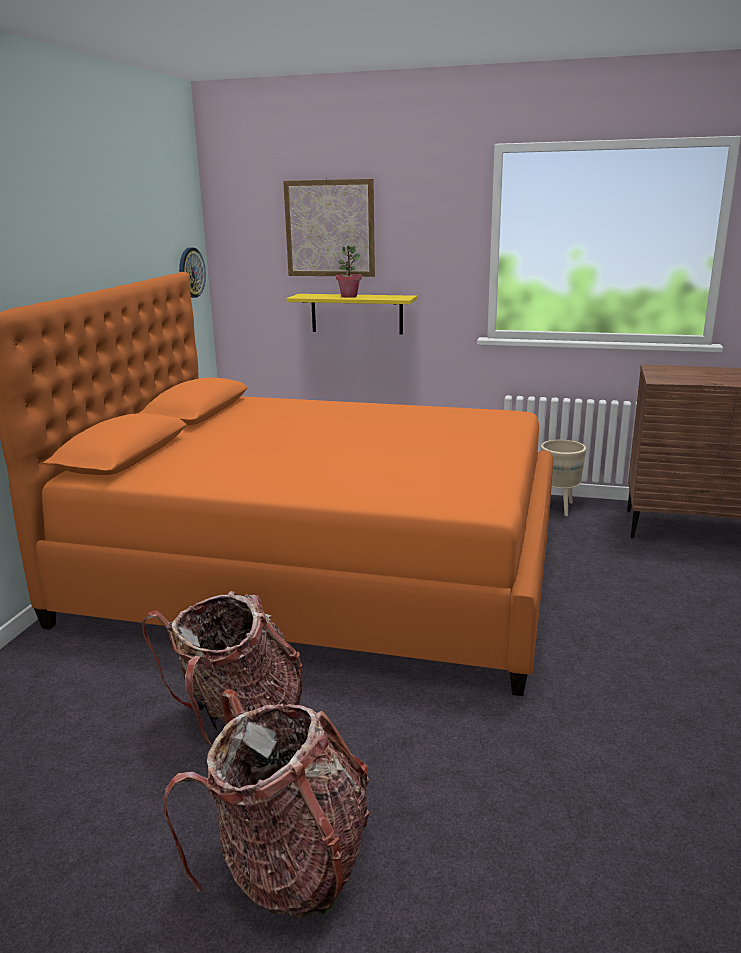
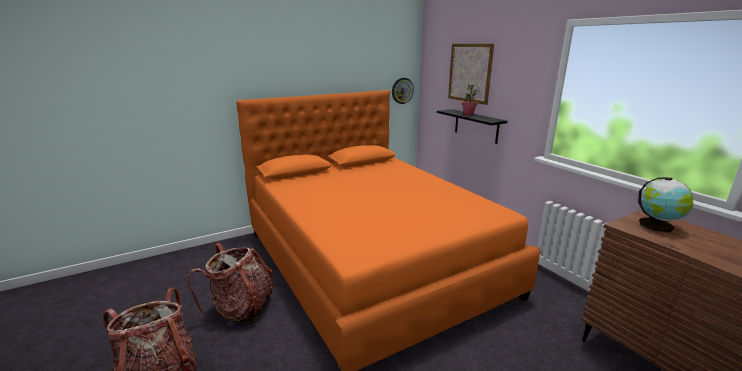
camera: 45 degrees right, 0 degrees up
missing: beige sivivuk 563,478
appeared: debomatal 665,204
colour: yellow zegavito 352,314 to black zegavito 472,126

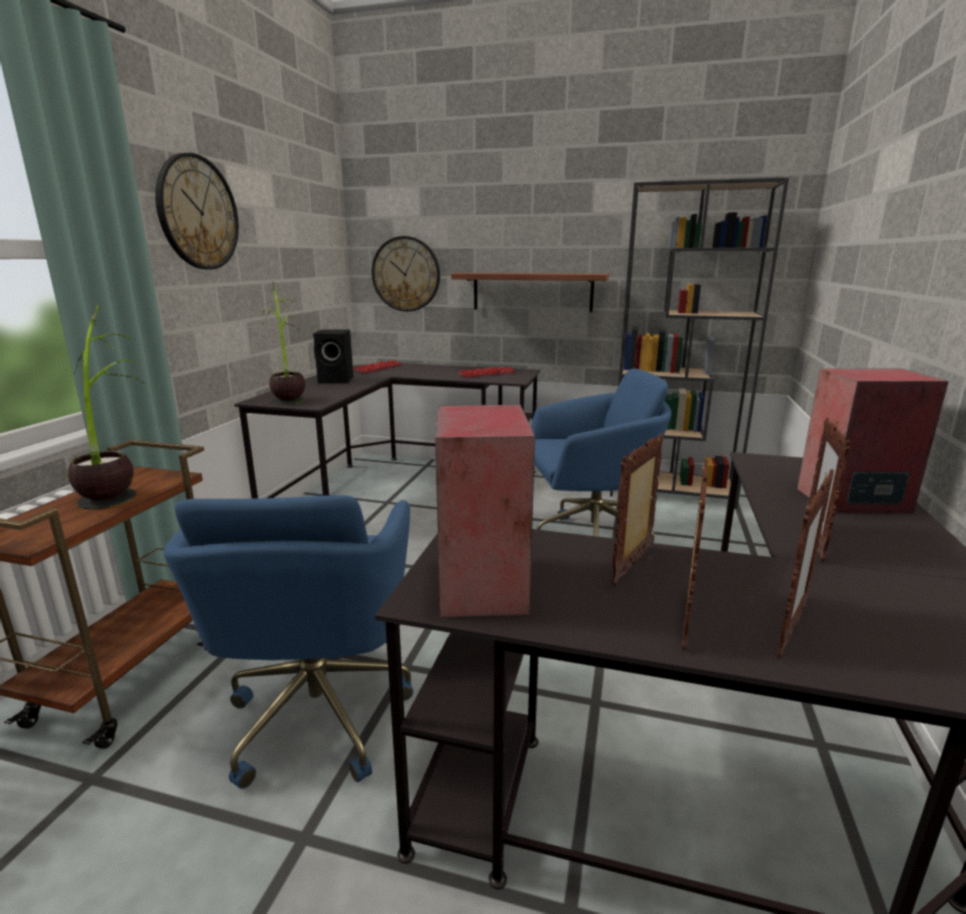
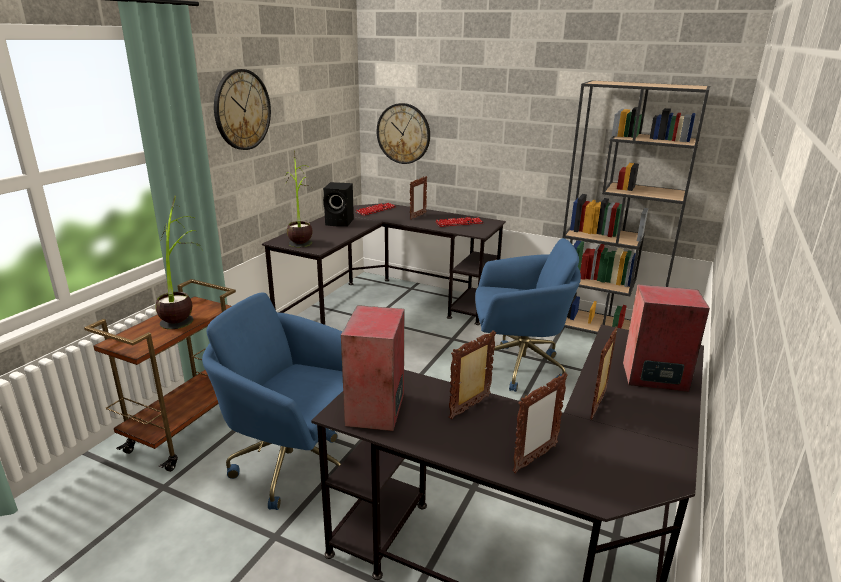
camera: 10 degrees right, 5 degrees up
missing: zegavito 530,292
relocated: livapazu 695,555 to 418,198
spun: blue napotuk 288,642 = 272,401 105 degrees clockwise

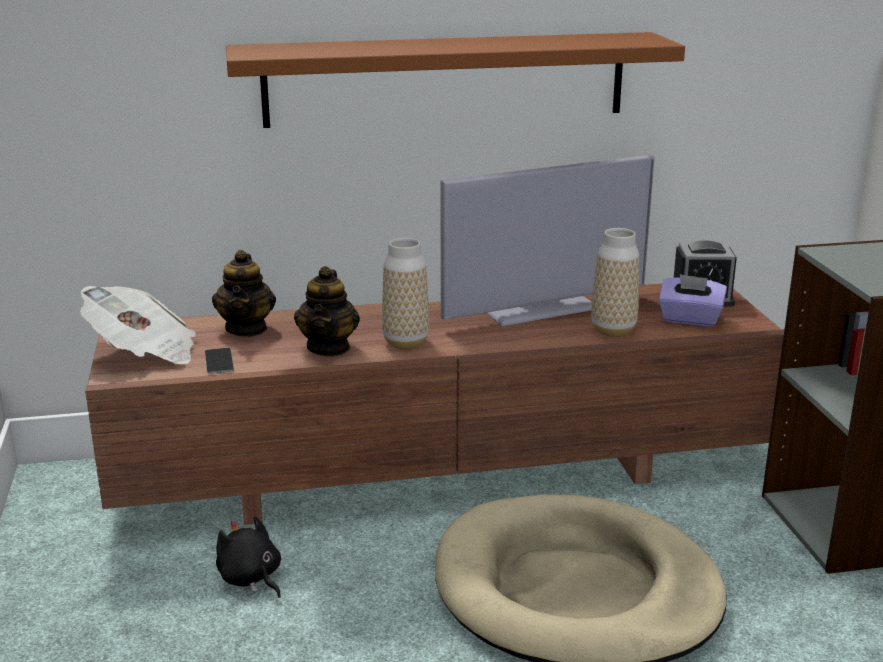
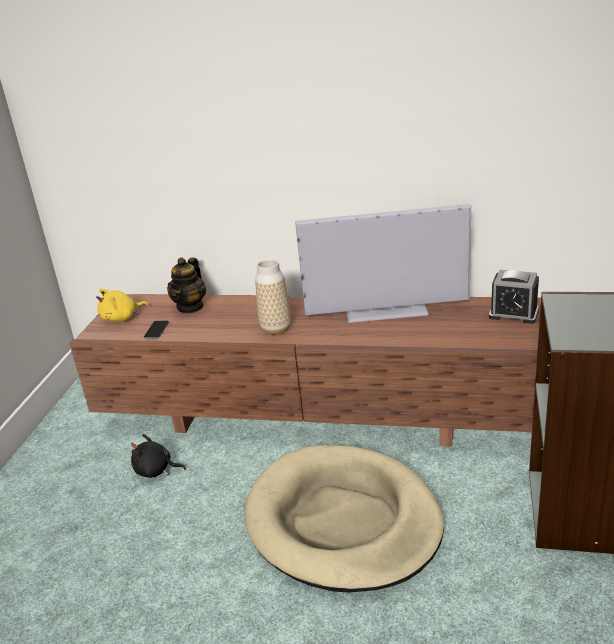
camera: 25 degrees right, 5 degrees up
missing: brown zegavito 455,80; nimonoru 327,311; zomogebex 615,282; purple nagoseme 693,300
exchanged: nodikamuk 138,325 to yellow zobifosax 122,305
spun: black zobifosax 248,557 = 158,456 60 degrees counterclockwise

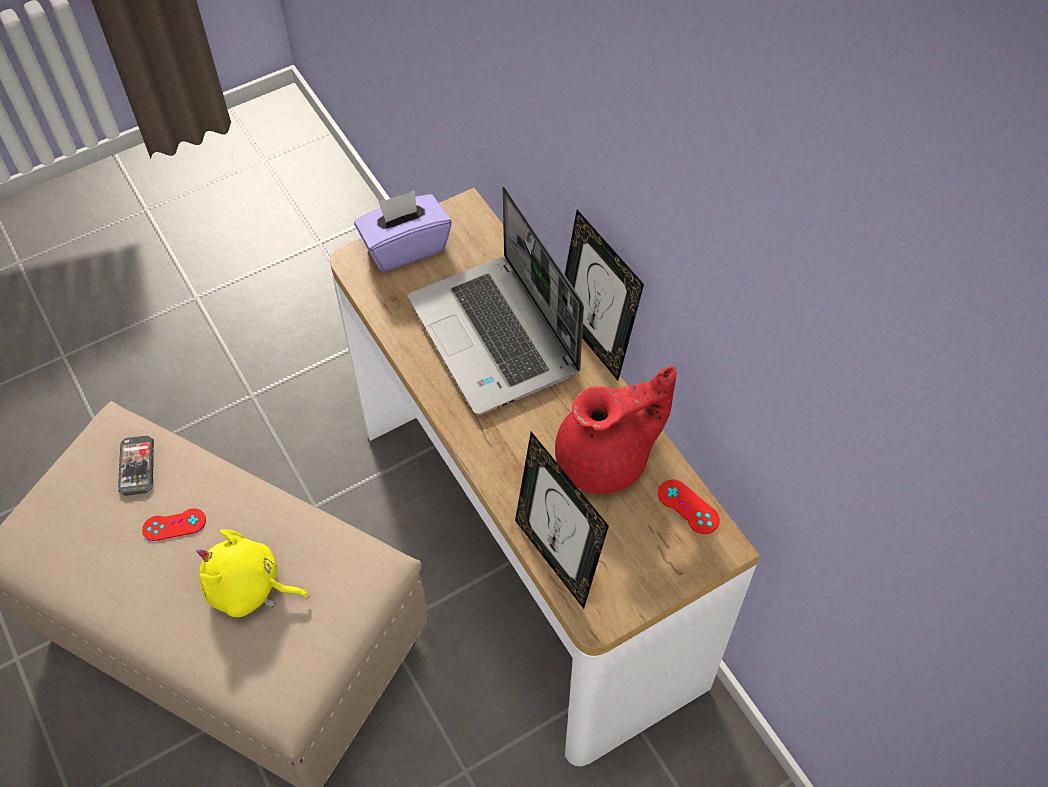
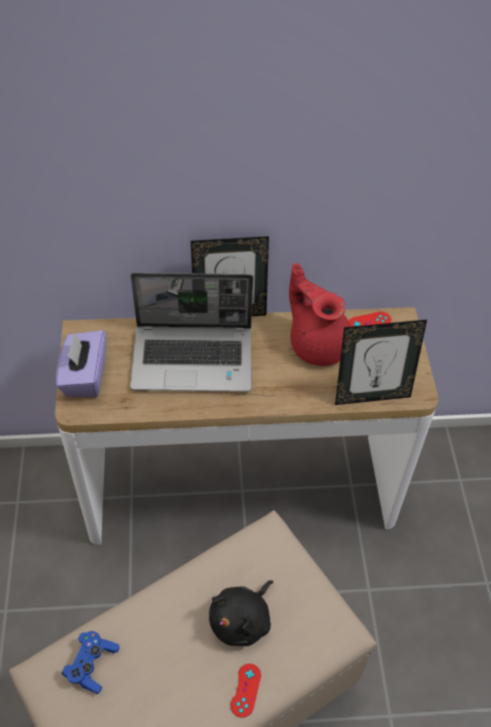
camera: 65 degrees left, 5 degrees down
relocated: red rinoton 174,524 to 246,691
exchanged: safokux 136,466 to blue rinoton 90,662
colour: yellow zobifosax 252,573 to black zobifosax 241,613
spun: red nimonoru 615,430 = 320,314 45 degrees counterclockwise

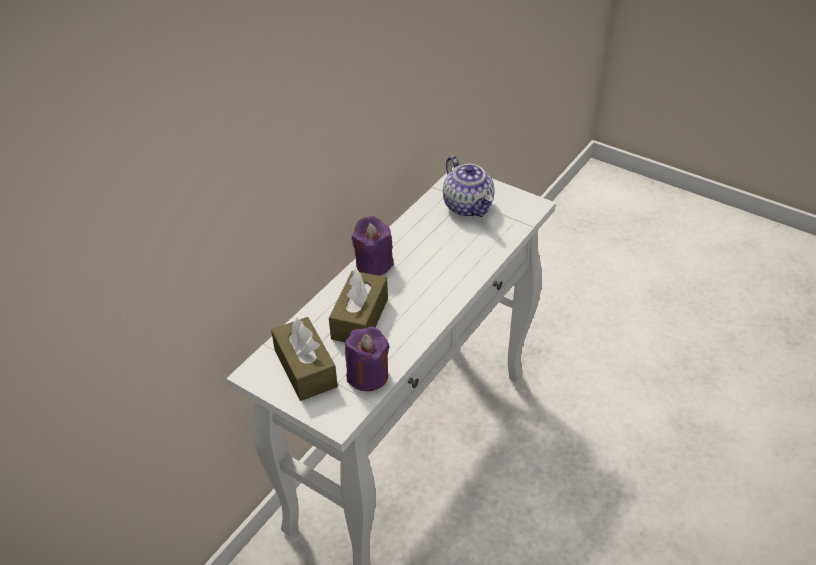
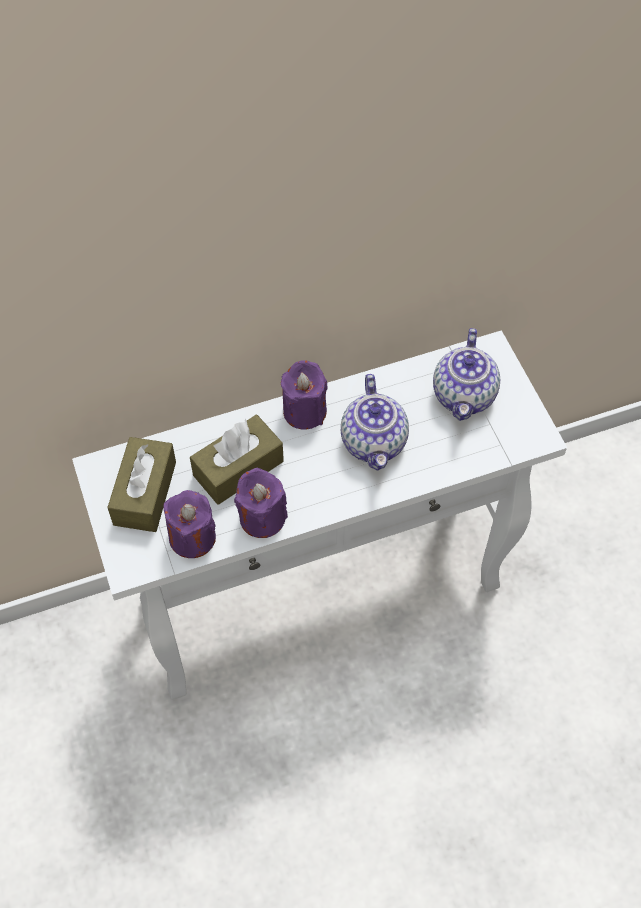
camera: 35 degrees right, 15 degrees up
appeared: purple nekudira 261,503; nimonoru 375,422

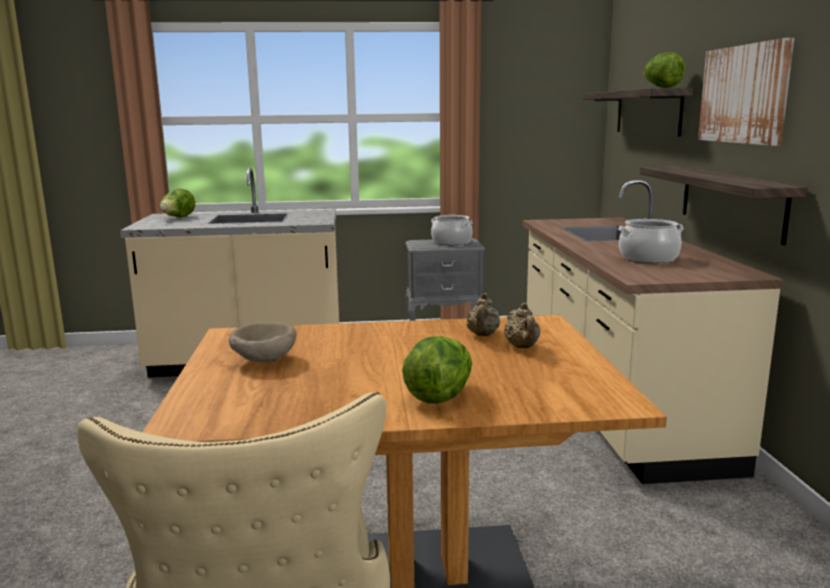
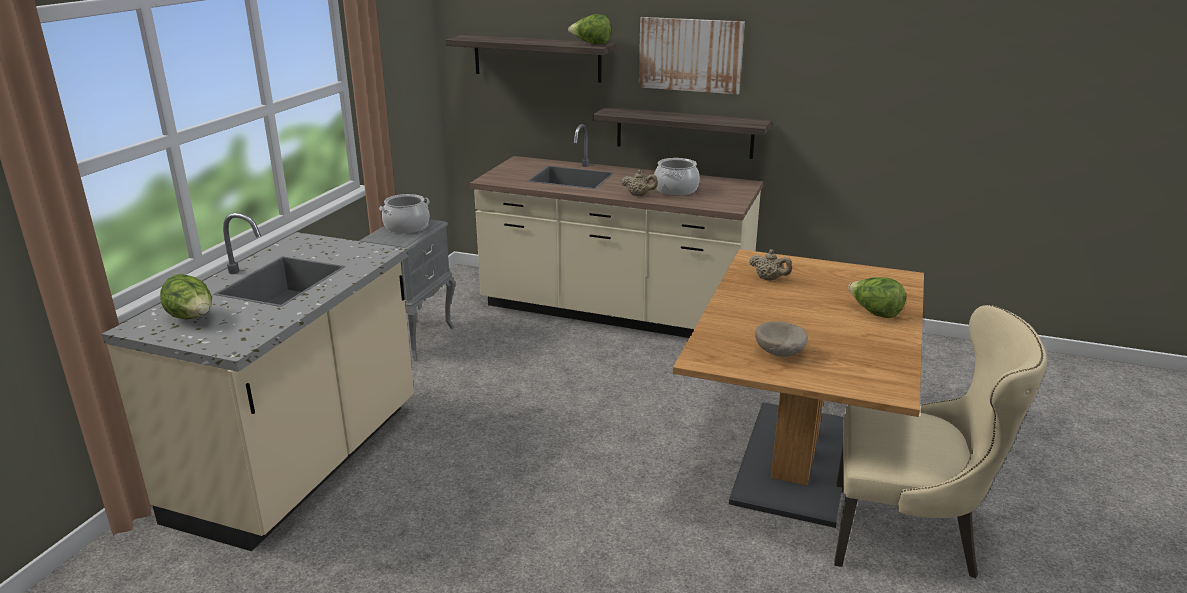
camera: 65 degrees left, 10 degrees up
relocated: beige nimonoru 522,325 to 639,183

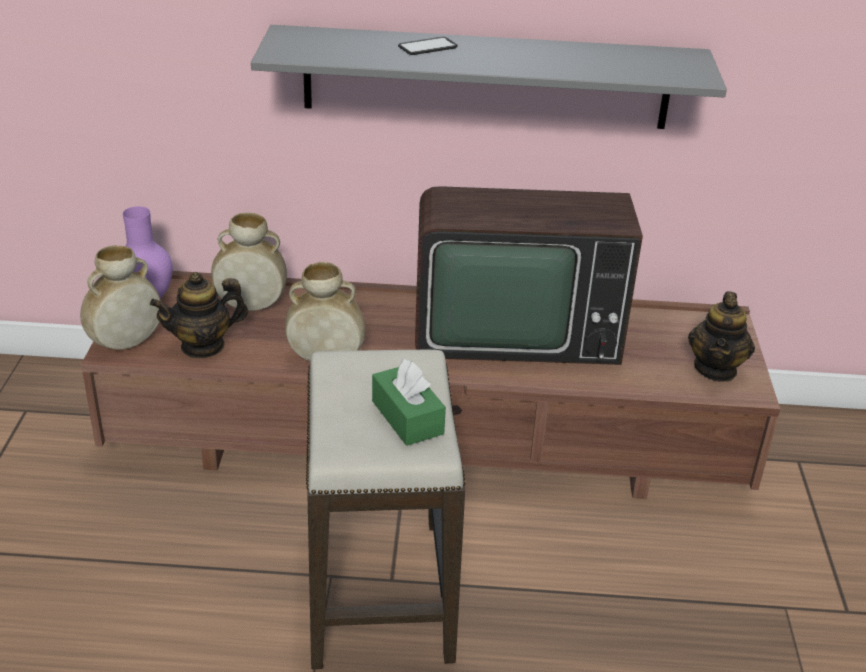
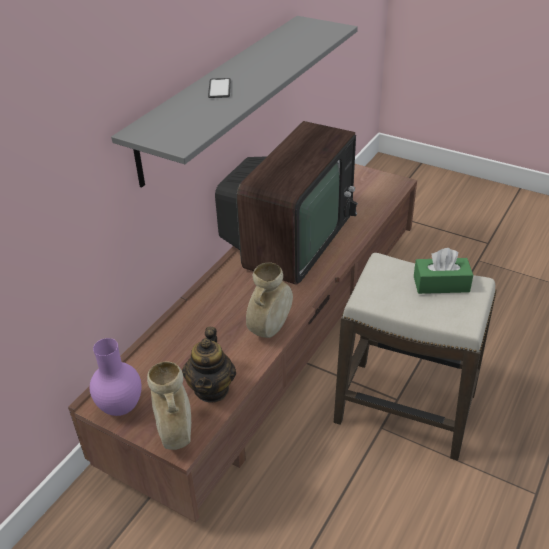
camera: 60 degrees left, 5 degrees up
missing: beige zomogebex 249,261; nimonoru 721,336

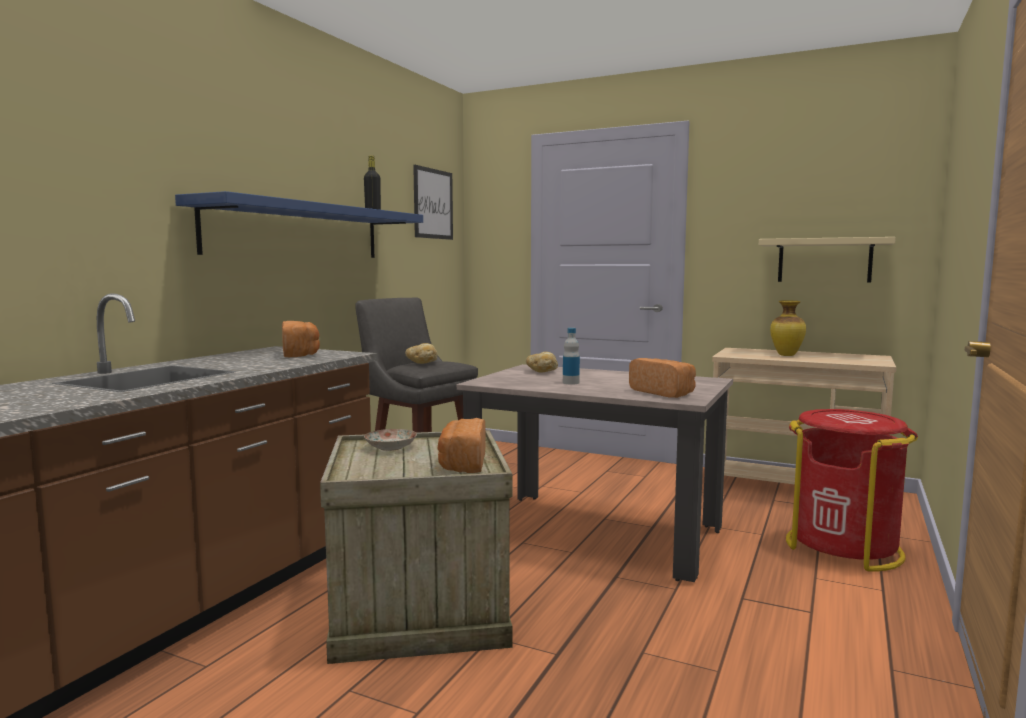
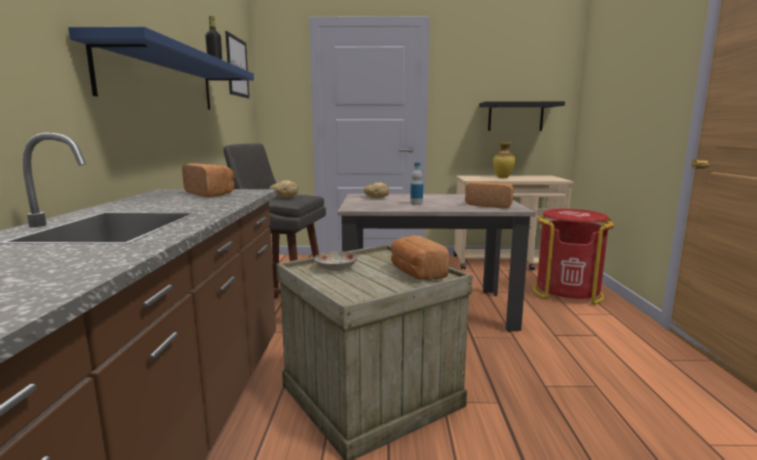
camera: 25 degrees left, 5 degrees up
colour: beige zegavito 827,260 to black zegavito 522,116

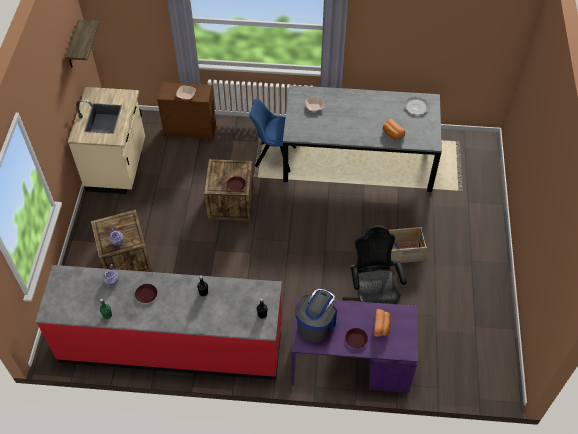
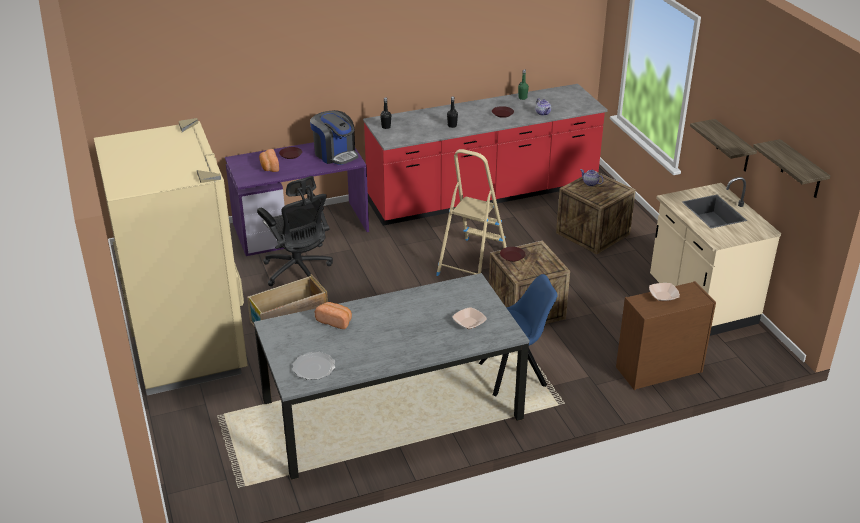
camera: 155 degrees right, 20 degrees down
appeared: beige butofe 171,256; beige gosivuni 471,212; zegavito 723,145
spun: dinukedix 316,316 = 334,137 45 degrees counterclockwise

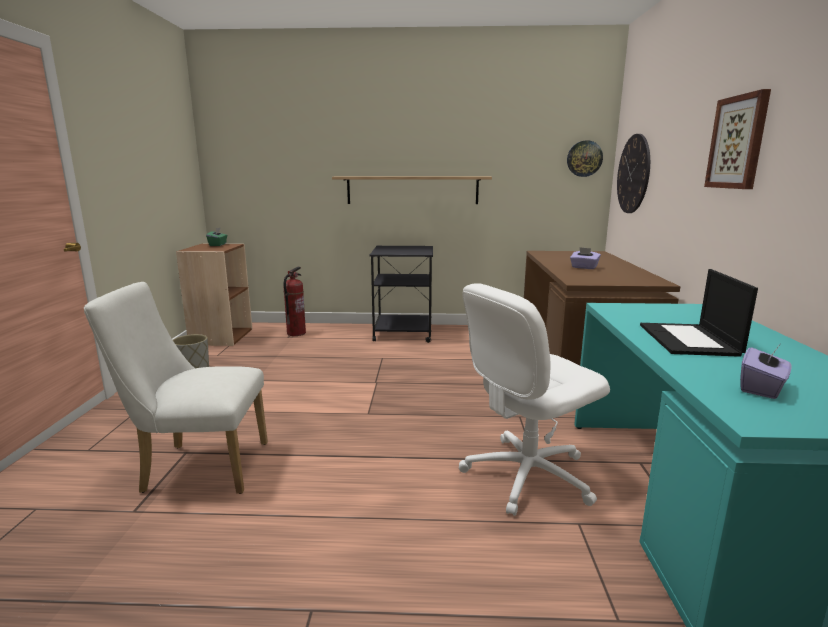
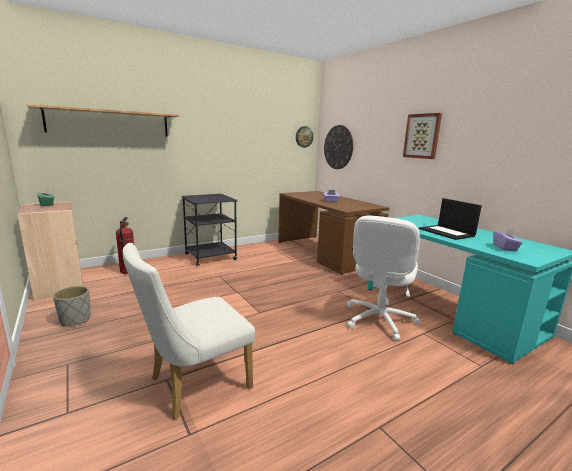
camera: 35 degrees left, 0 degrees up
relocated: zegavito 412,190 to 103,120

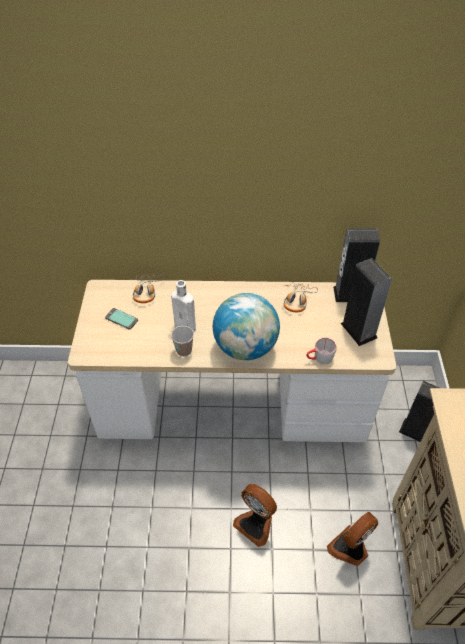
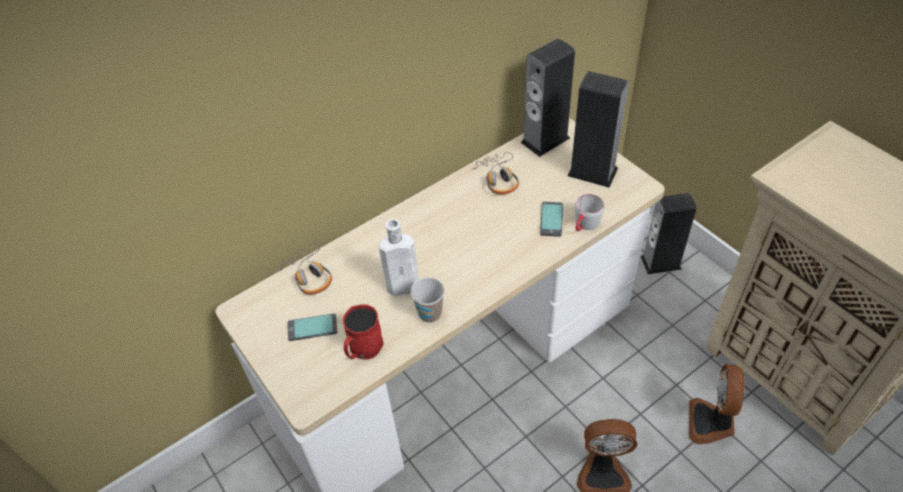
camera: 35 degrees left, 0 degrees up
missing: debomatal 246,326
appeared: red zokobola 363,332; safokux 551,219

